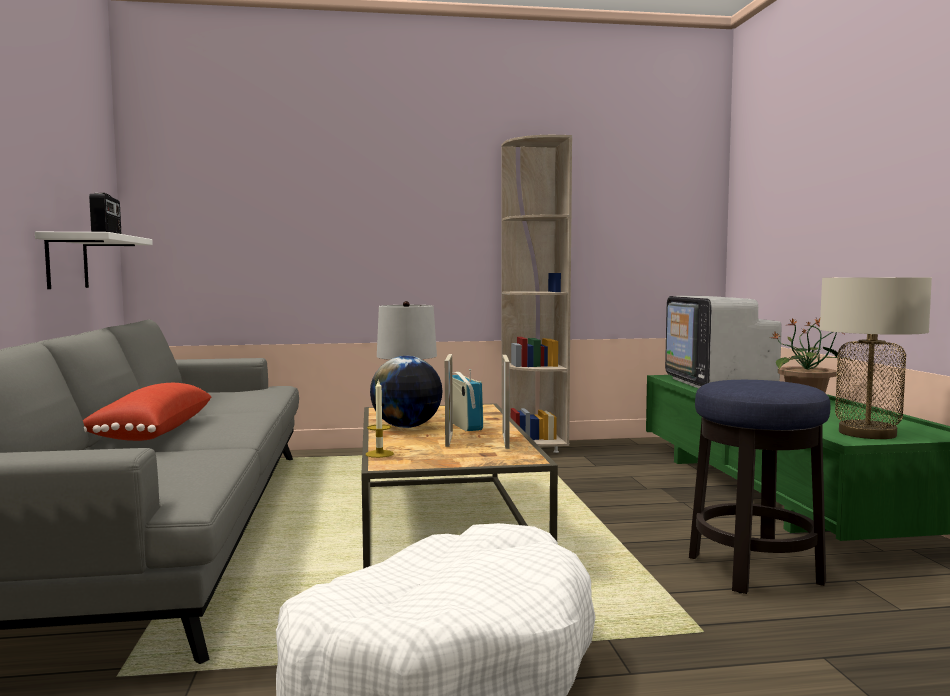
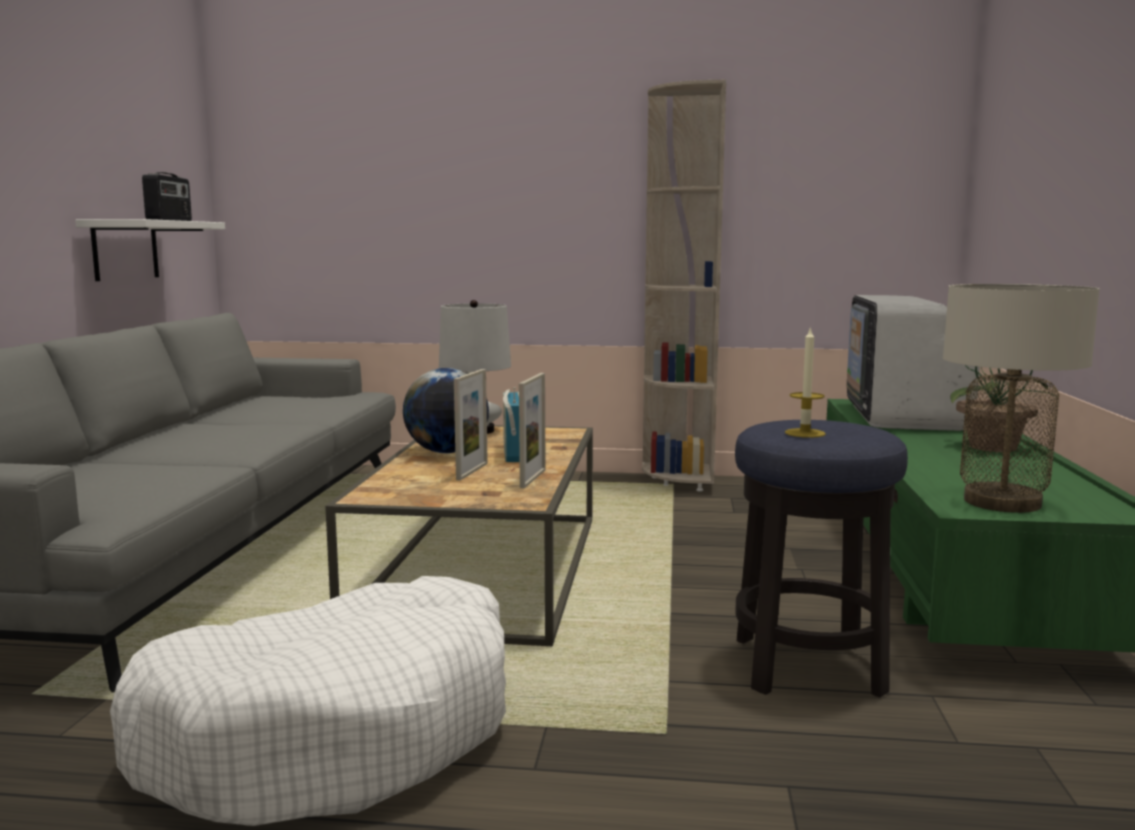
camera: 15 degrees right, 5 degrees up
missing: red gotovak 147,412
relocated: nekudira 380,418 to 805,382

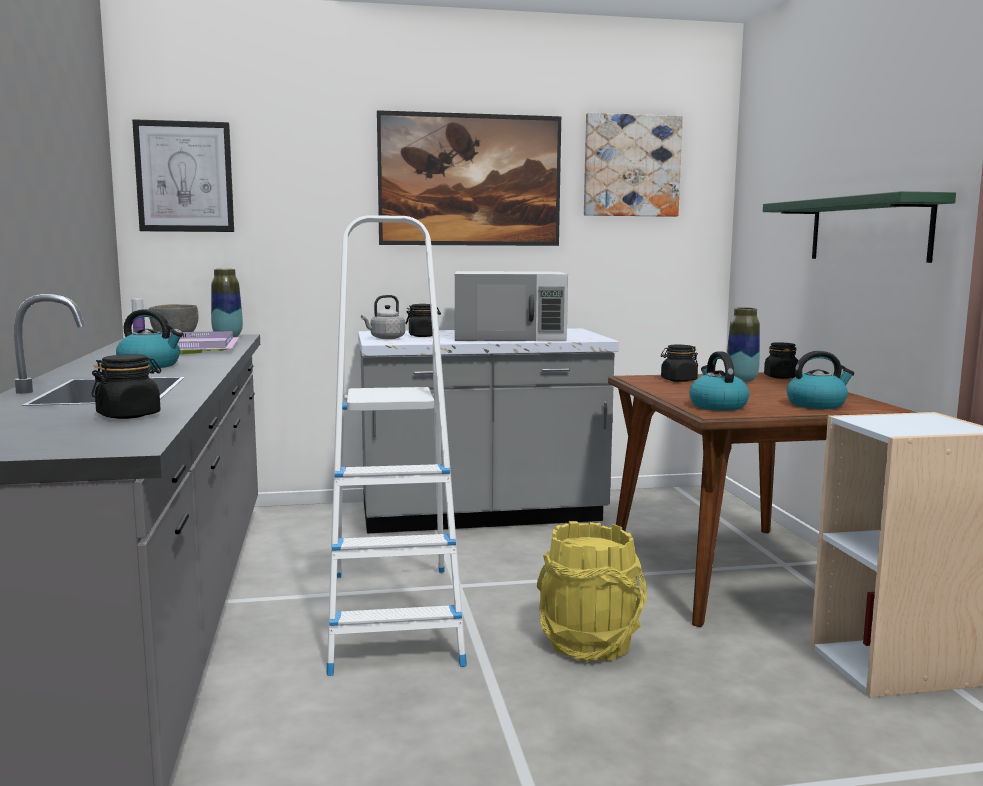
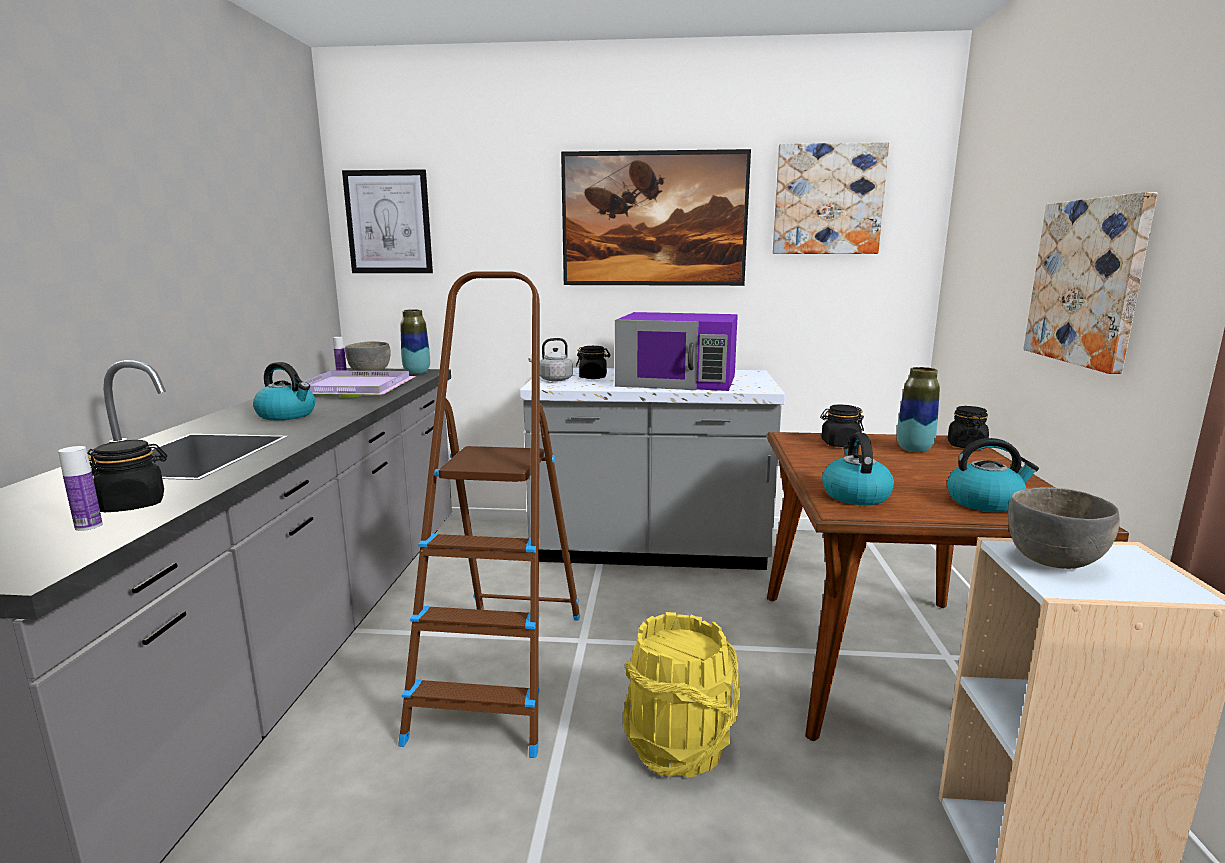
camera: 15 degrees right, 5 degrees up
appeared: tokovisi 80,488; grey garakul 1064,528
exchanged: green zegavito 859,227 to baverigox 1090,283
colour: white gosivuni 396,445 to brown gosivuni 489,514; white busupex 511,306 to purple busupex 676,351

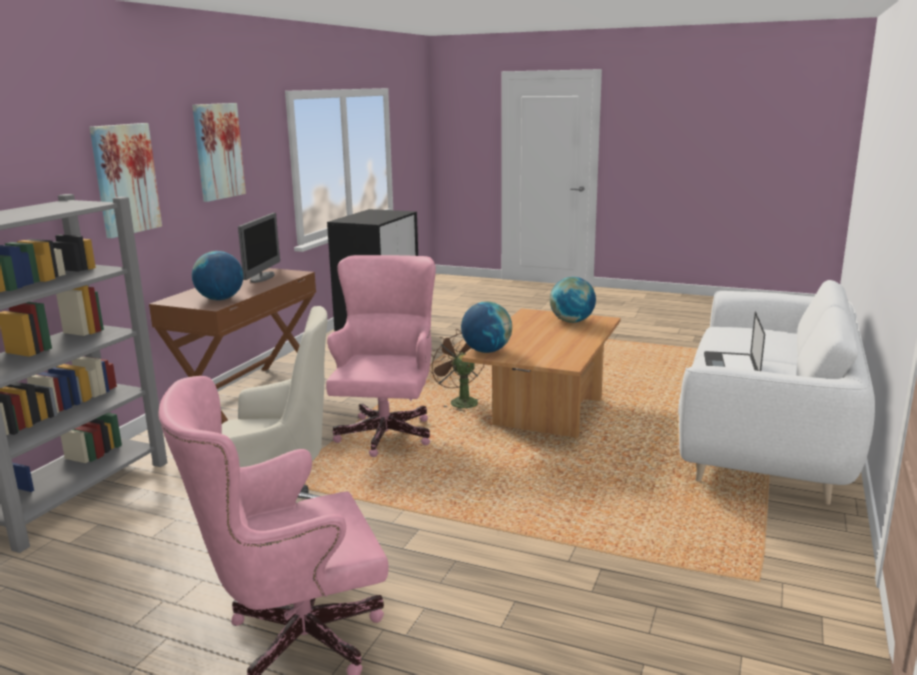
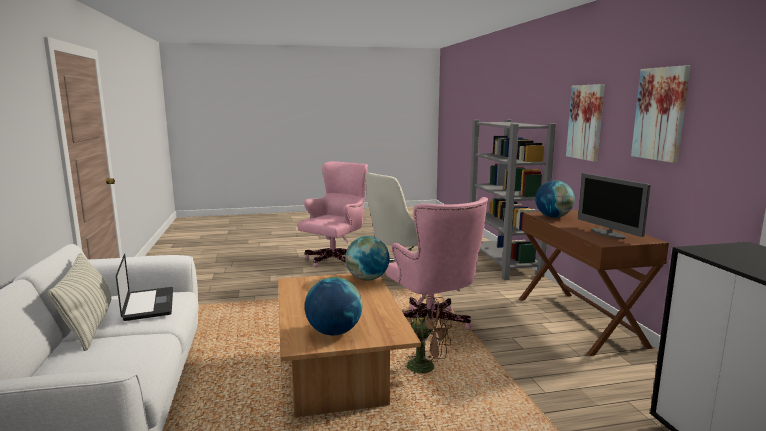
camera: 145 degrees right, 5 degrees down
appeared: gotovak 79,302

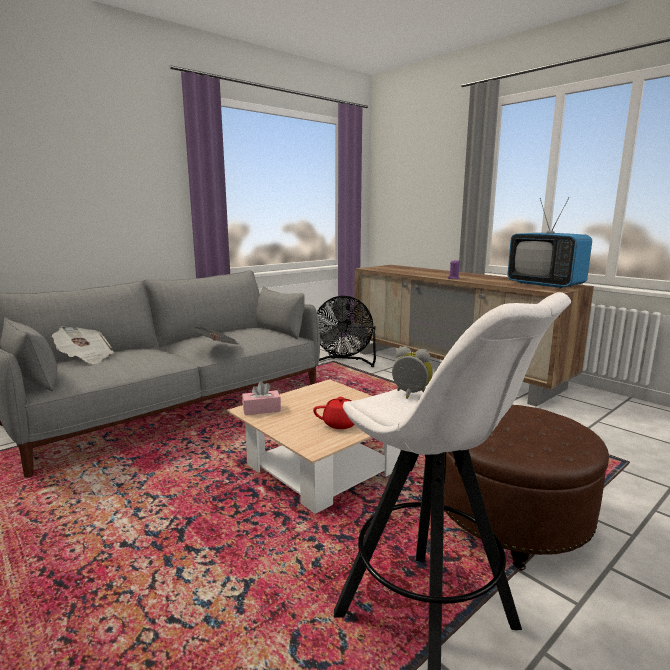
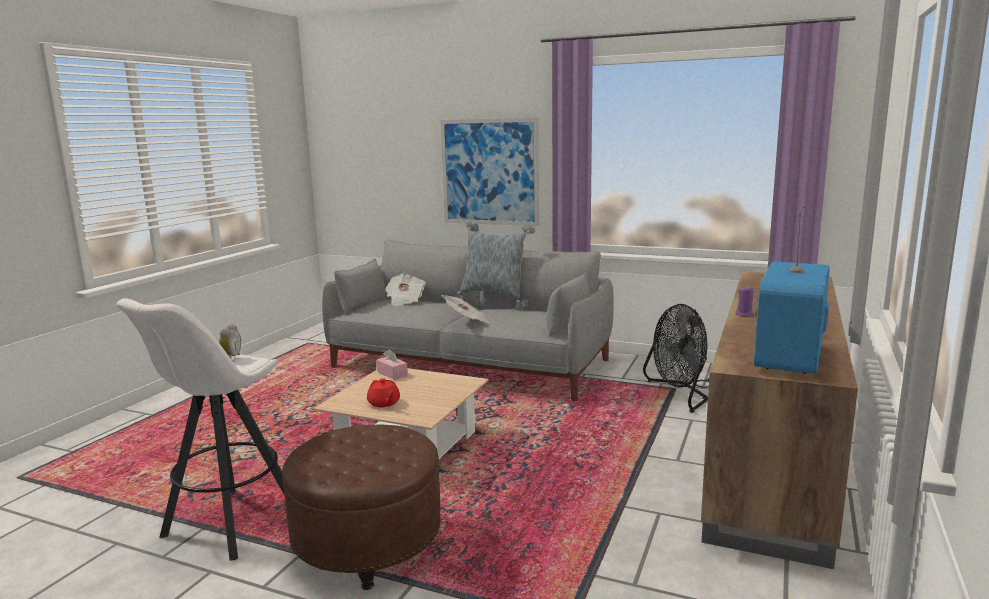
camera: 65 degrees right, 0 degrees up
appeared: baverigox 489,171; gotovak 494,266

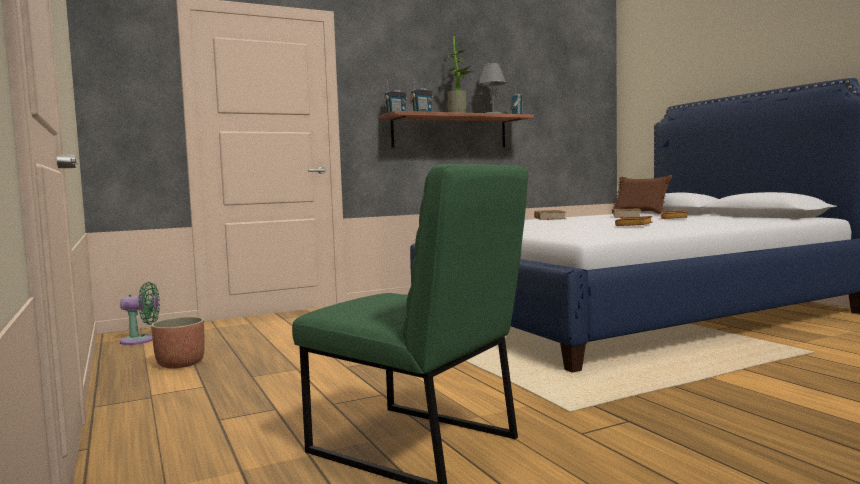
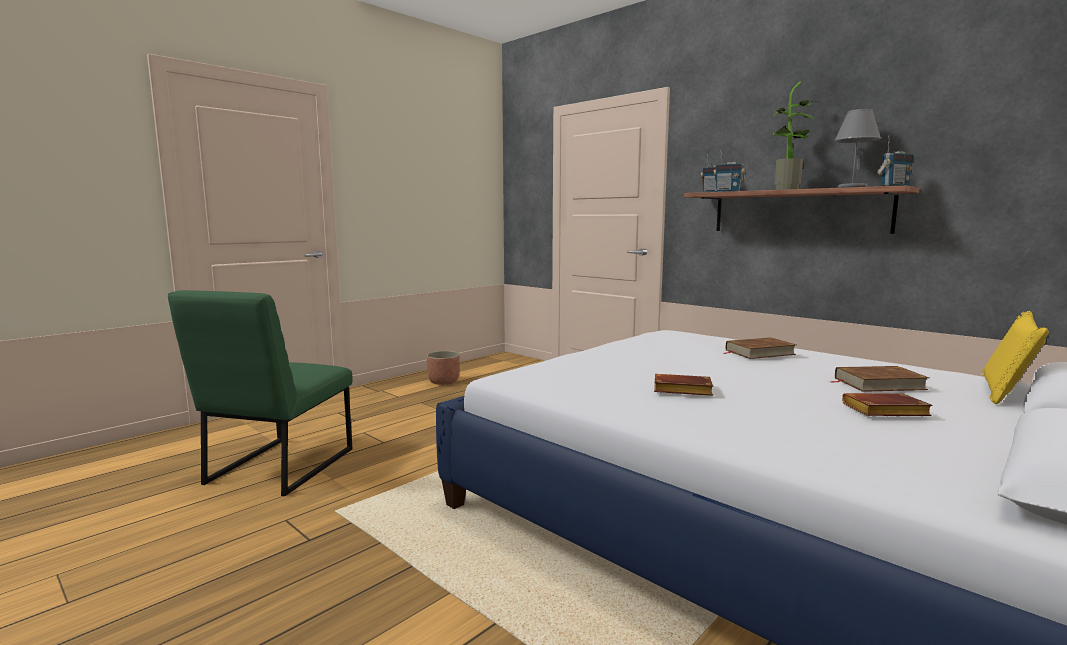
camera: 70 degrees right, 5 degrees up
missing: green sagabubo 140,313
colour: brown gotovak 642,194 to yellow gotovak 1015,357

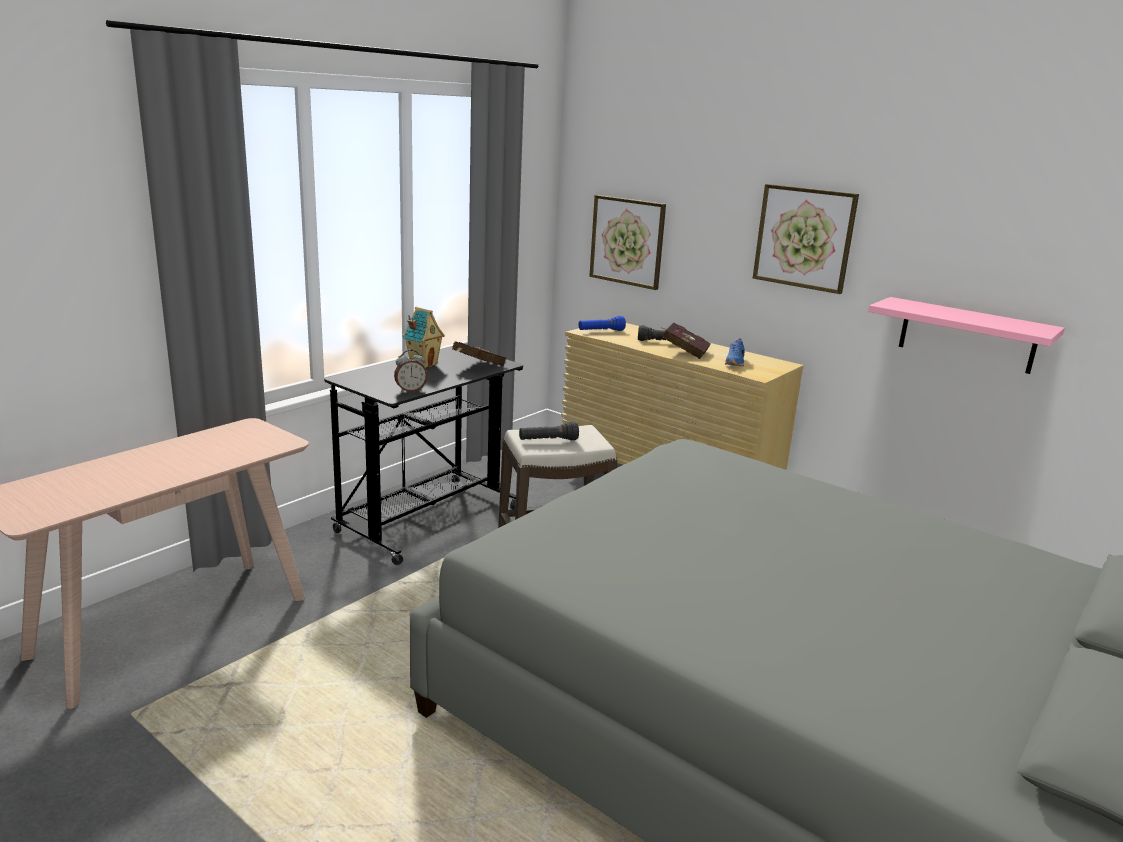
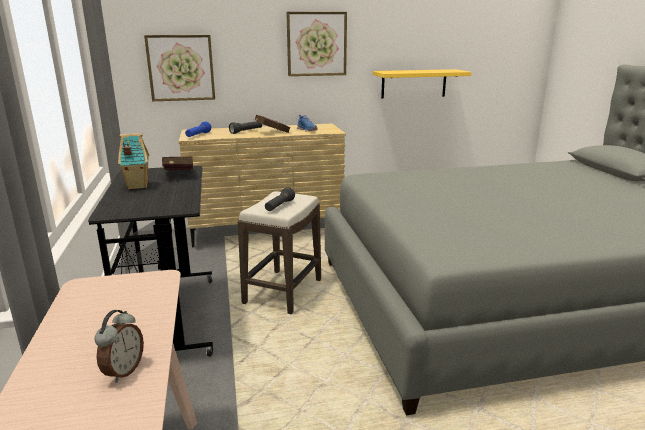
camera: 50 degrees left, 0 degrees up
relocated: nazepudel 411,371 to 119,346
colour: pink zegavito 966,335 to yellow zegavito 422,84

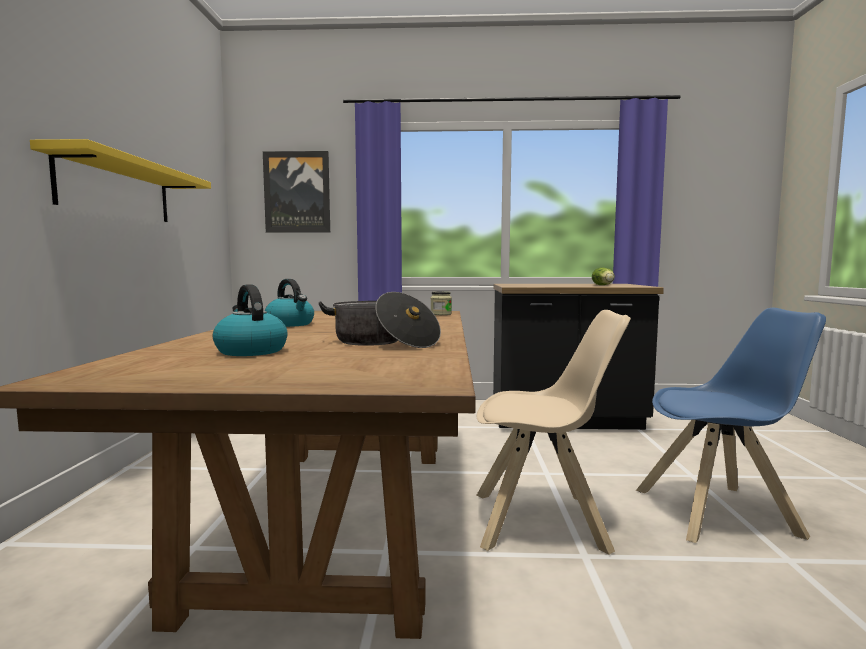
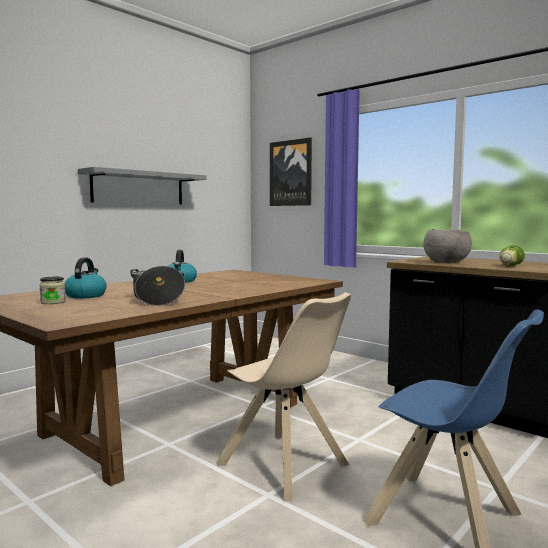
camera: 40 degrees right, 0 degrees up
appeared: grey garakul 447,246
relocated: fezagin 441,303 to 52,290
colour: yellow zegavito 120,180 to grey zegavito 142,185

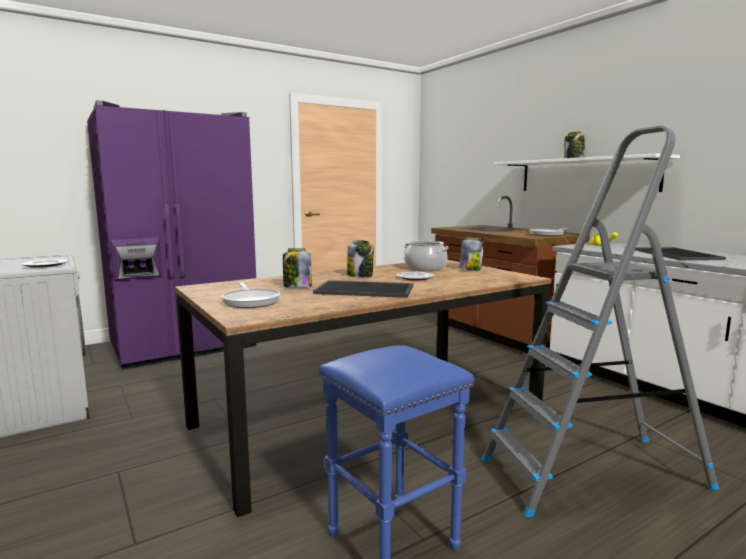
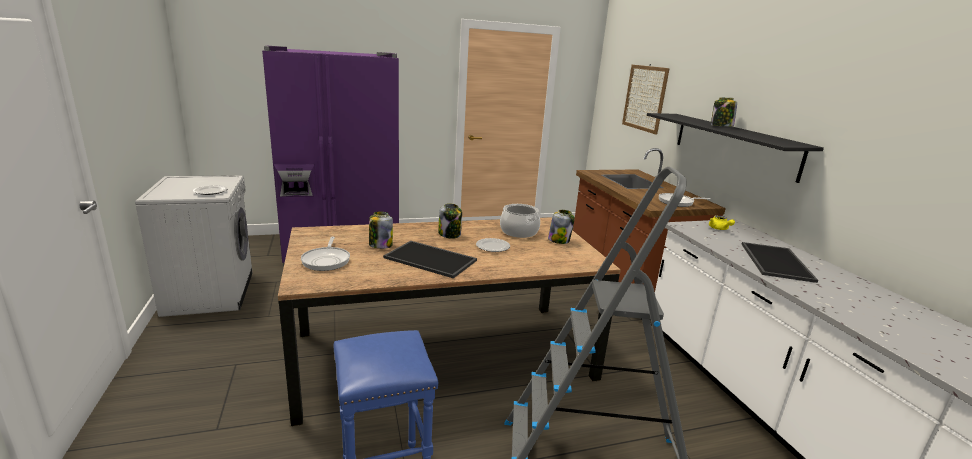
camera: 15 degrees right, 10 degrees up
appeared: baverigox 646,99
colour: white zegavito 587,172 to black zegavito 735,148

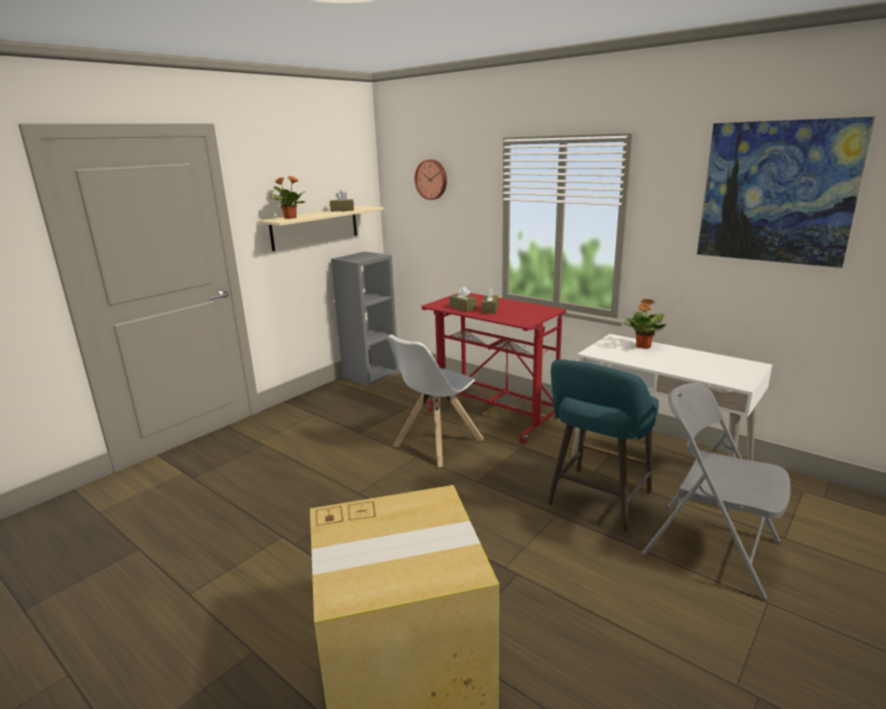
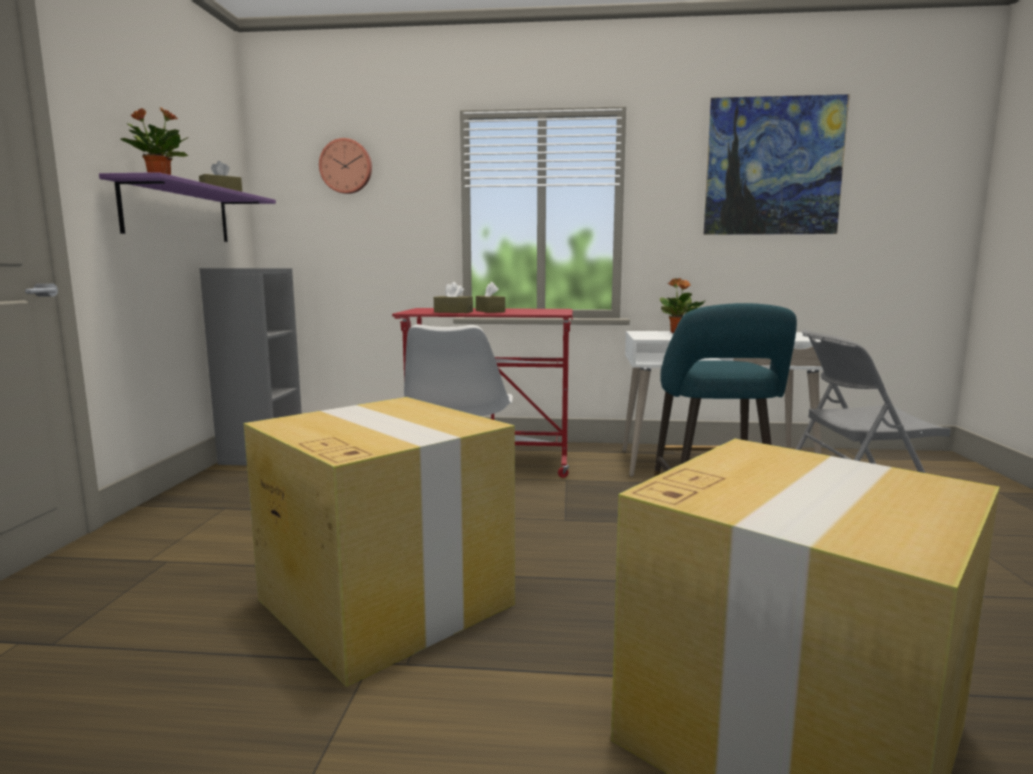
camera: 35 degrees left, 10 degrees down
appeared: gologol 379,542
colour: beige zegavito 321,228 to purple zegavito 187,207

